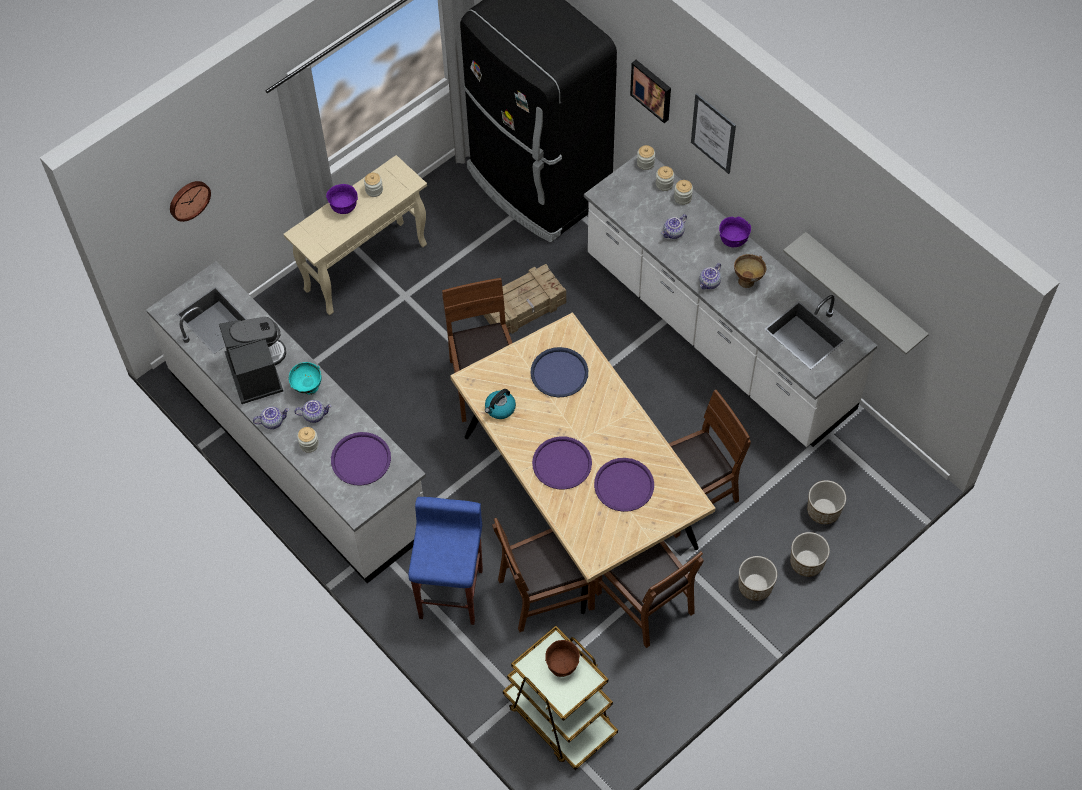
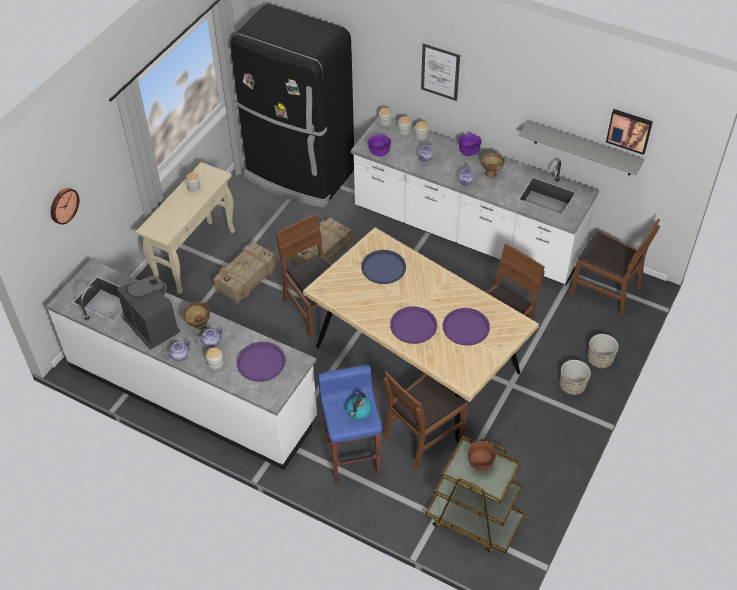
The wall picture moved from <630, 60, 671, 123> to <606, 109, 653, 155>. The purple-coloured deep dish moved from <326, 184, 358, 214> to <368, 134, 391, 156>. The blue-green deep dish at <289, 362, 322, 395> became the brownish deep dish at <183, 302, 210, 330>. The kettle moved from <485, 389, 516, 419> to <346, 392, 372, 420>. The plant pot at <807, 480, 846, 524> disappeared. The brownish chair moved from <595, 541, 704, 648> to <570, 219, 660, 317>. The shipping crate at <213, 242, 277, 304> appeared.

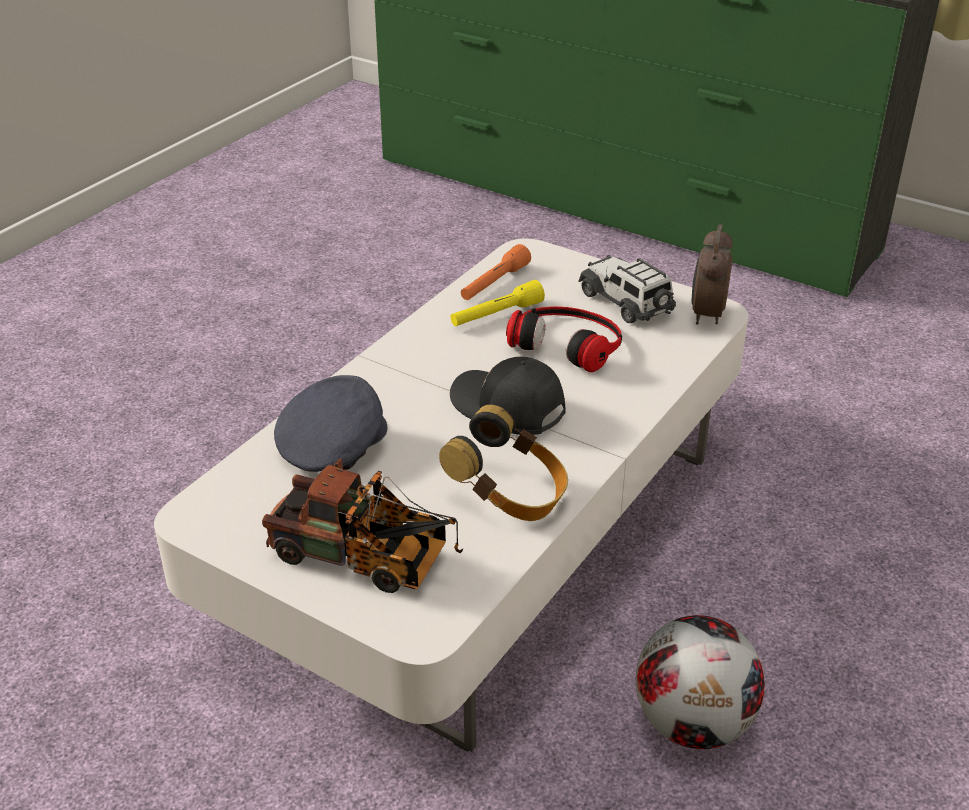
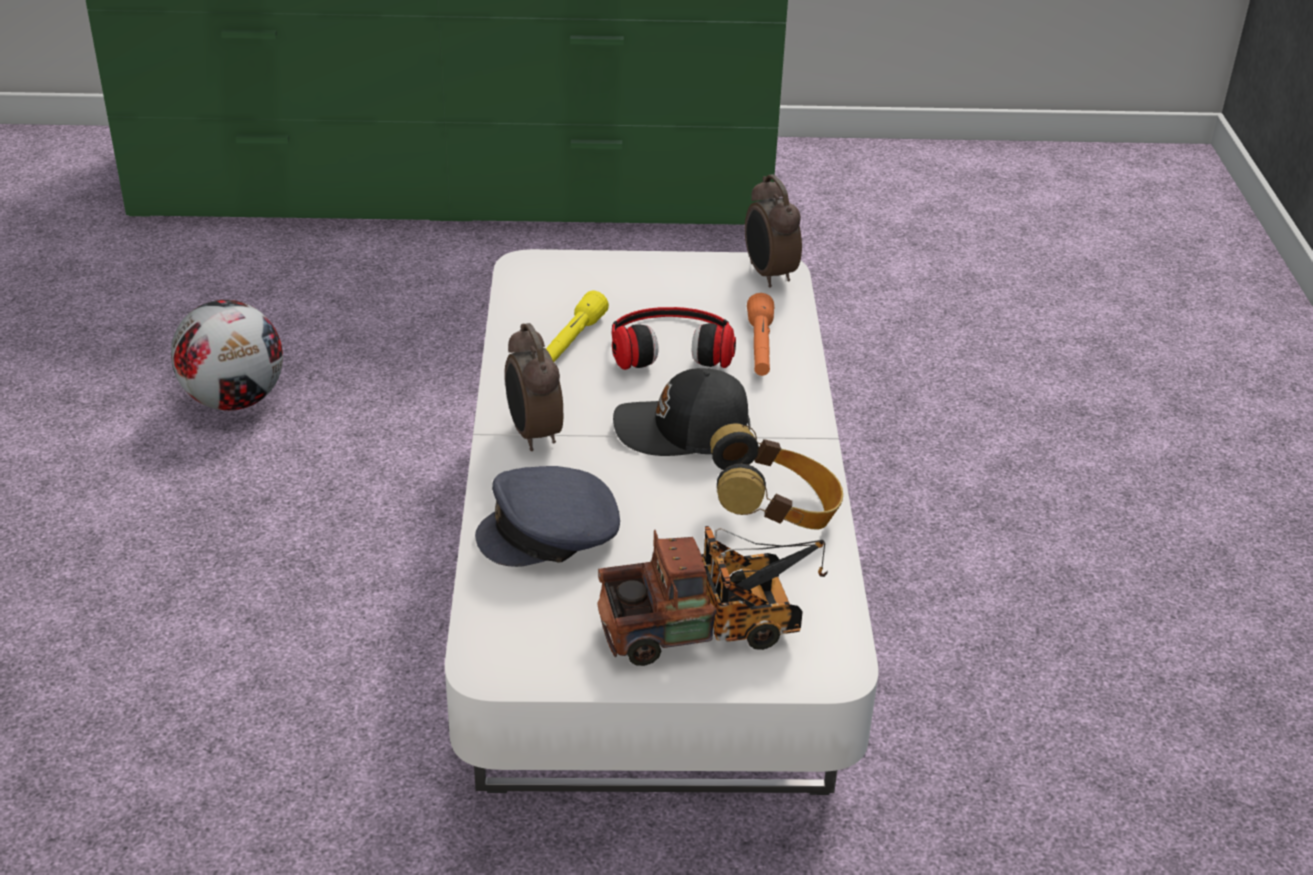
The orange-coloured hand torch moved from <461, 244, 531, 300> to <747, 293, 774, 376>. The model car at <579, 255, 676, 323> disappeared. The grey cap at <274, 375, 387, 472> turned 105 degrees counterclockwise. The ball for football moved from <636, 615, 765, 749> to <171, 300, 283, 411>. The table clock at <505, 323, 563, 451> appeared.

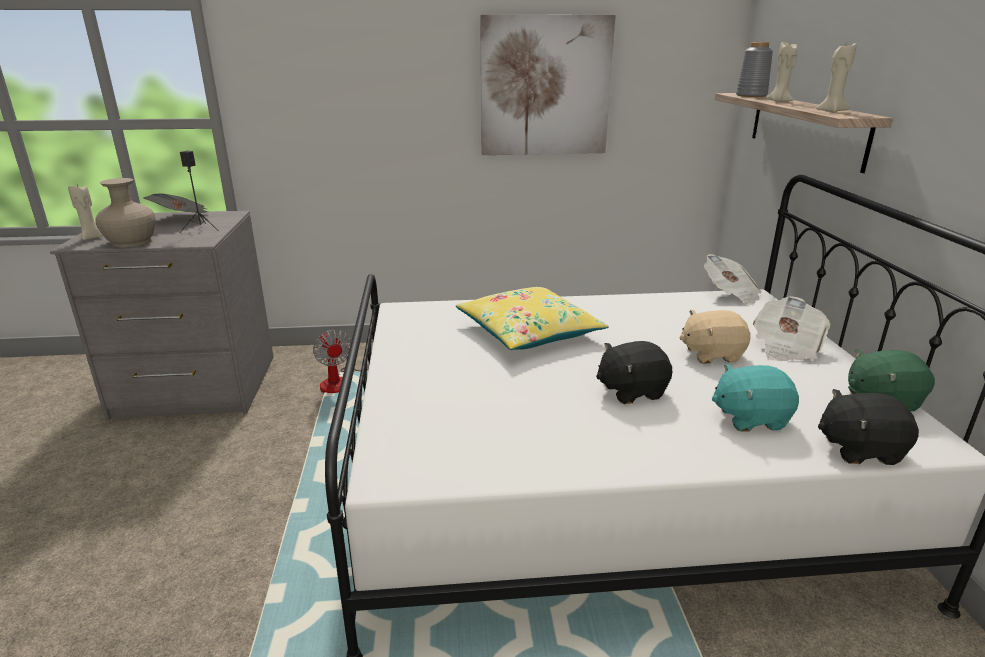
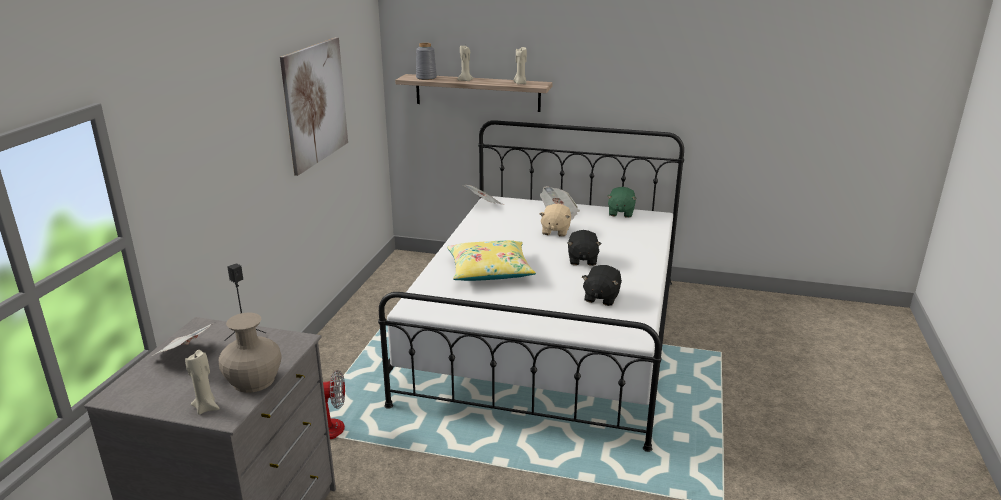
The blue-green soft toy at <712, 364, 799, 431> disappeared. The black soft toy moved from <818, 389, 919, 465> to <582, 265, 622, 306>.

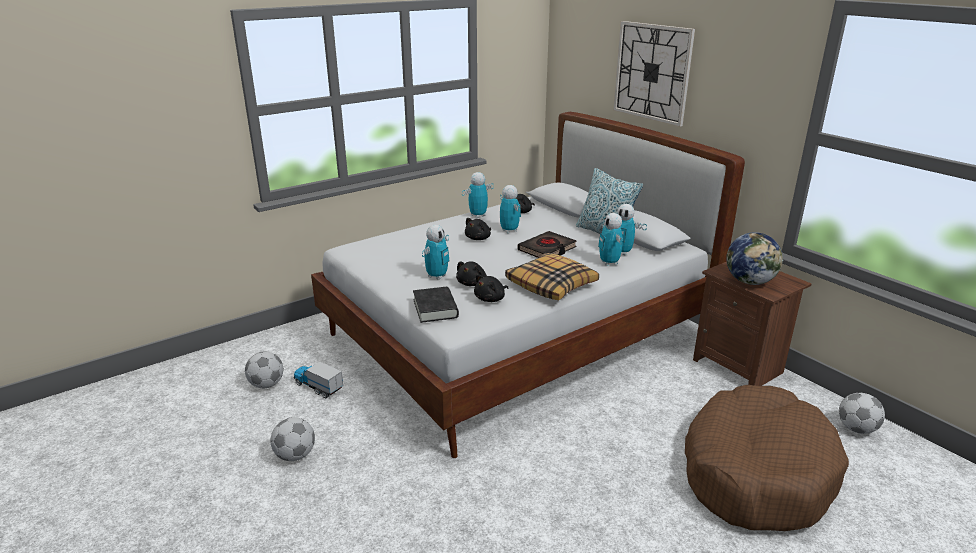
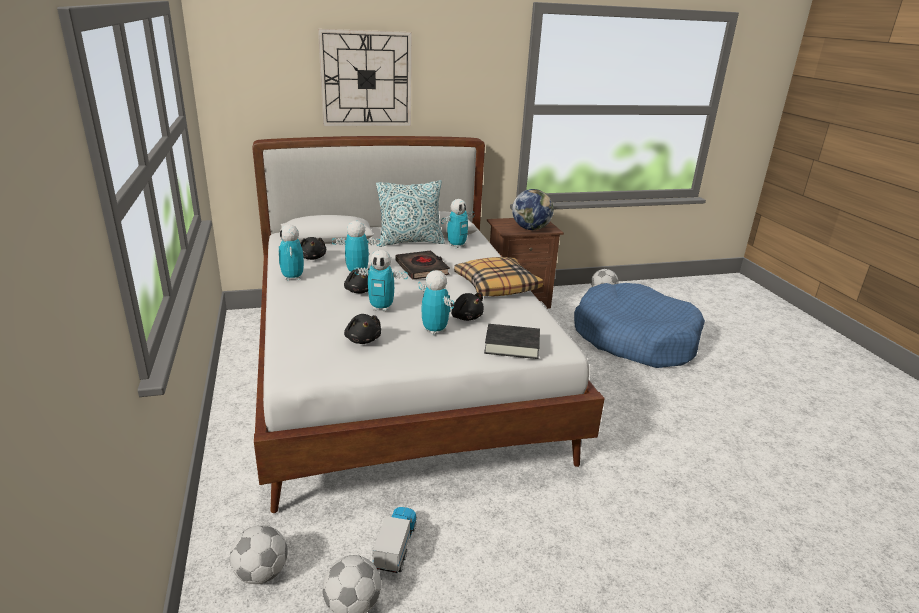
The toy robot moved from <598, 213, 623, 266> to <354, 250, 408, 311>. The black soft toy moved from <474, 274, 509, 302> to <344, 314, 381, 344>. The model truck at <294, 362, 343, 398> turned 135 degrees clockwise. The brownish dog cushion at <685, 385, 849, 531> became the bluish dog cushion at <574, 283, 705, 368>. The ball for football moved from <270, 417, 315, 461> to <230, 525, 288, 584>.

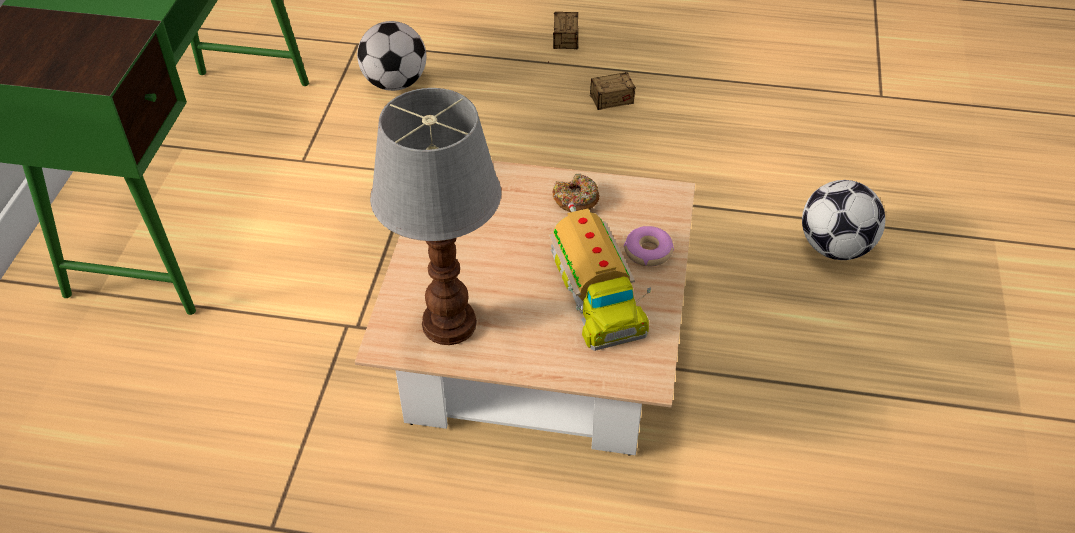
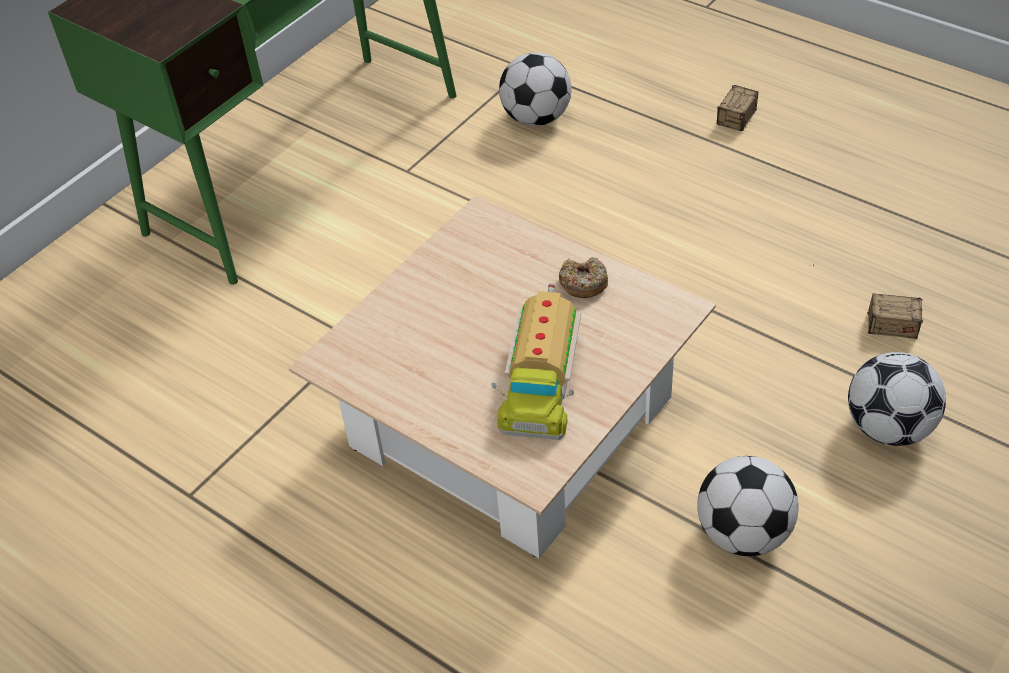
The storage container moved from <548, 61, 636, 110> to <813, 264, 923, 339>. The lamp for a table at <370, 88, 501, 345> disappeared. The donut at <624, 226, 674, 266> disappeared. The ball for football at <697, 456, 799, 556> appeared.

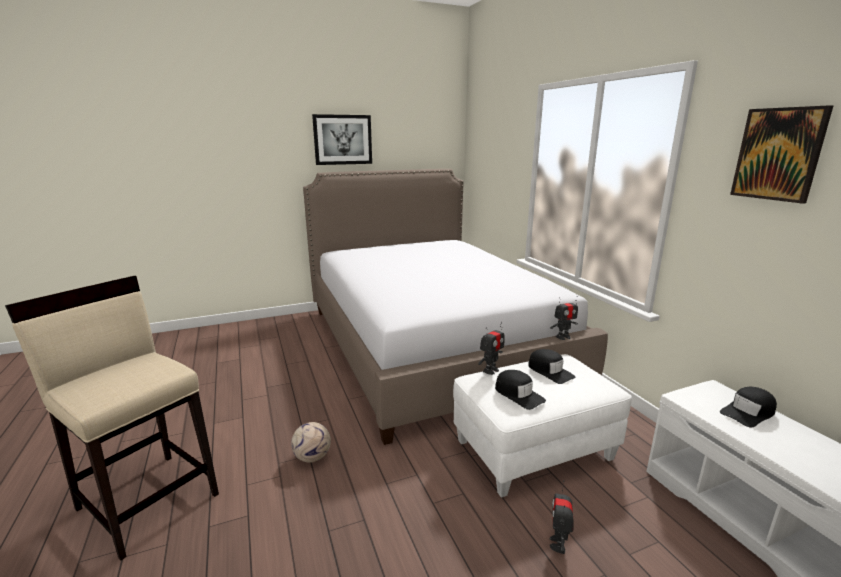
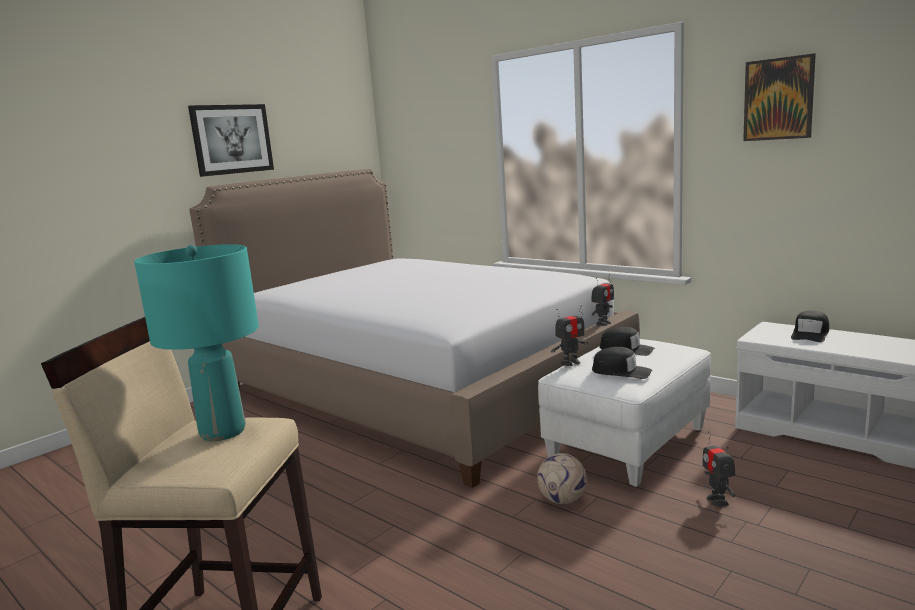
The toy robot at <478, 322, 505, 375> turned 45 degrees clockwise. The ball for football moved from <291, 422, 331, 463> to <537, 453, 587, 504>. The blue-green lamp for a table at <134, 244, 259, 441> appeared.

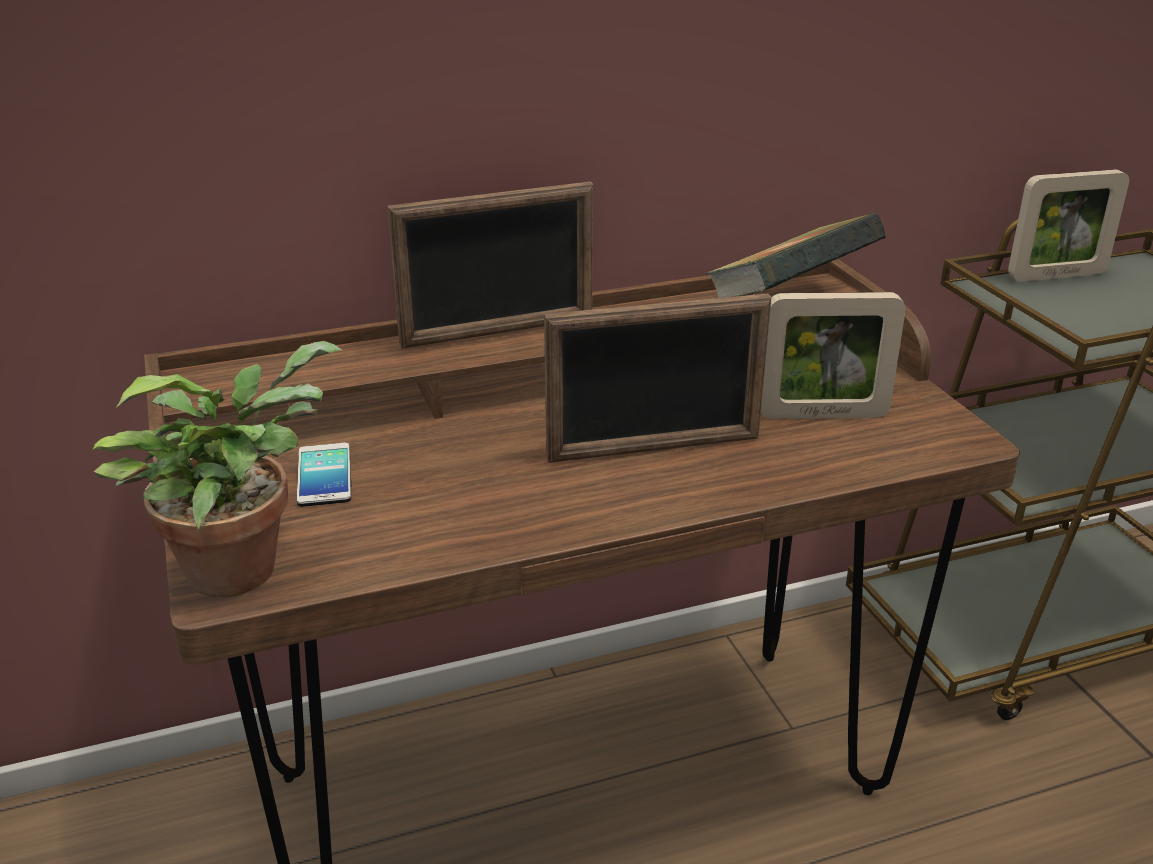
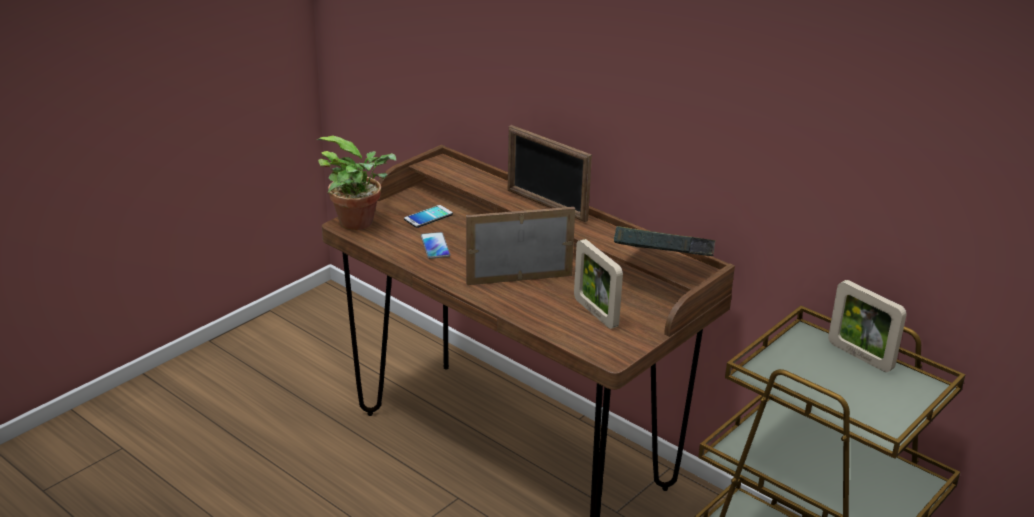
The photo frame at <544, 294, 771, 463> turned 120 degrees clockwise. The telephone at <421, 232, 450, 259> appeared.

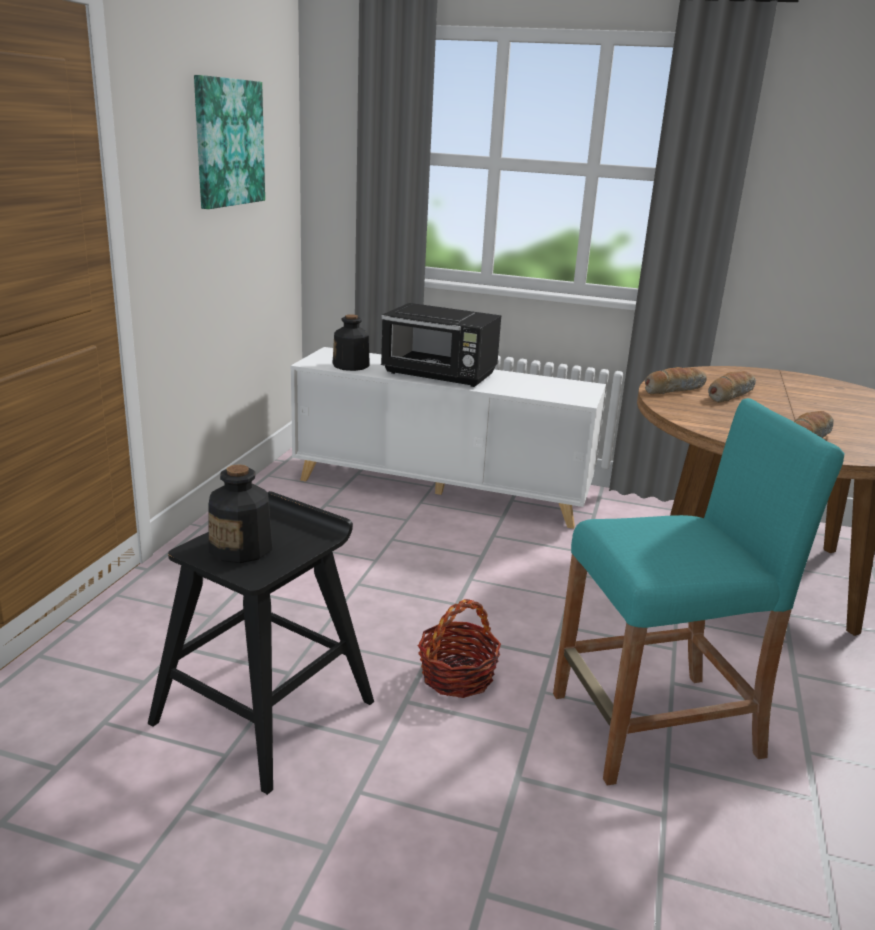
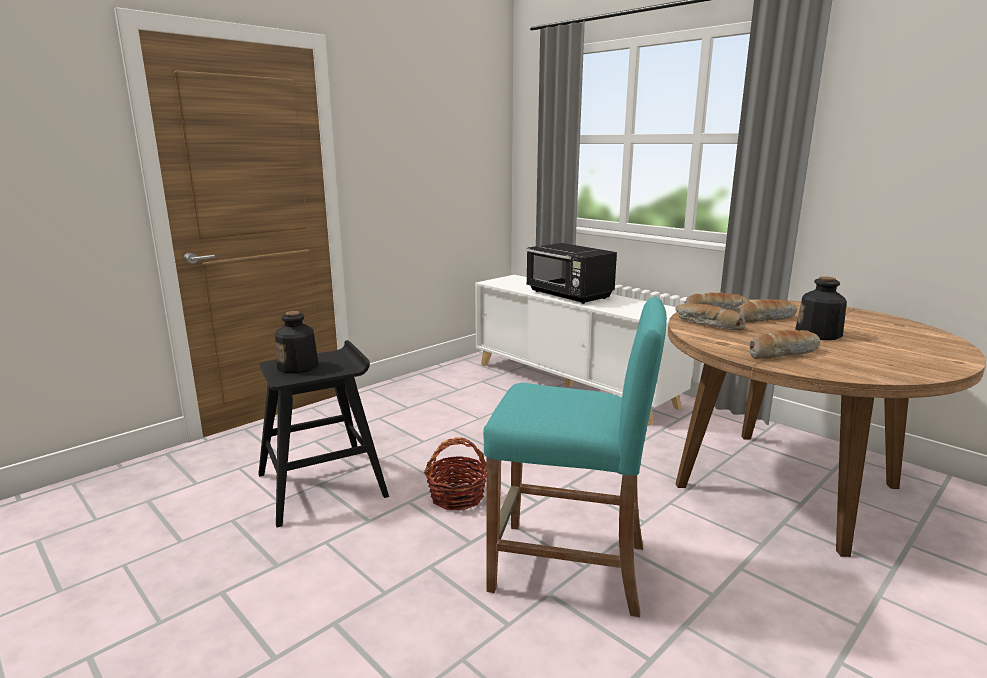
The wall picture at <194, 75, 265, 209> disappeared. The drink bottle moved from <333, 314, 370, 371> to <795, 276, 847, 340>. The bakery bread at <675, 303, 746, 330> appeared.

